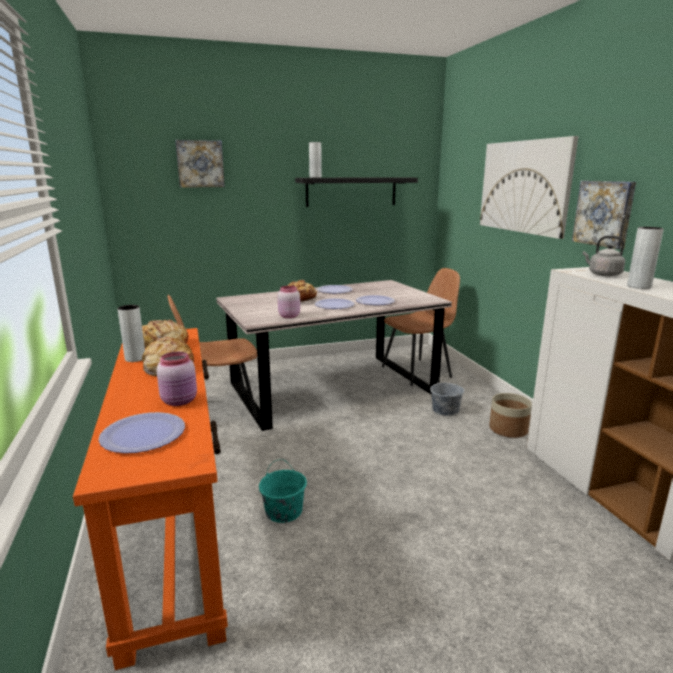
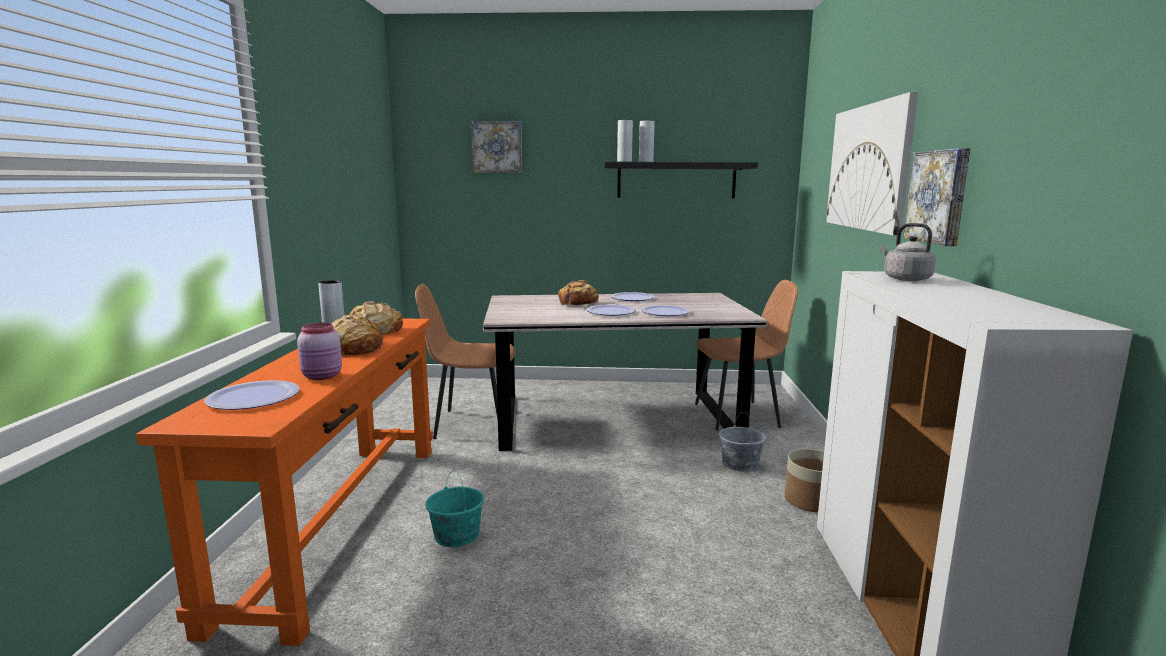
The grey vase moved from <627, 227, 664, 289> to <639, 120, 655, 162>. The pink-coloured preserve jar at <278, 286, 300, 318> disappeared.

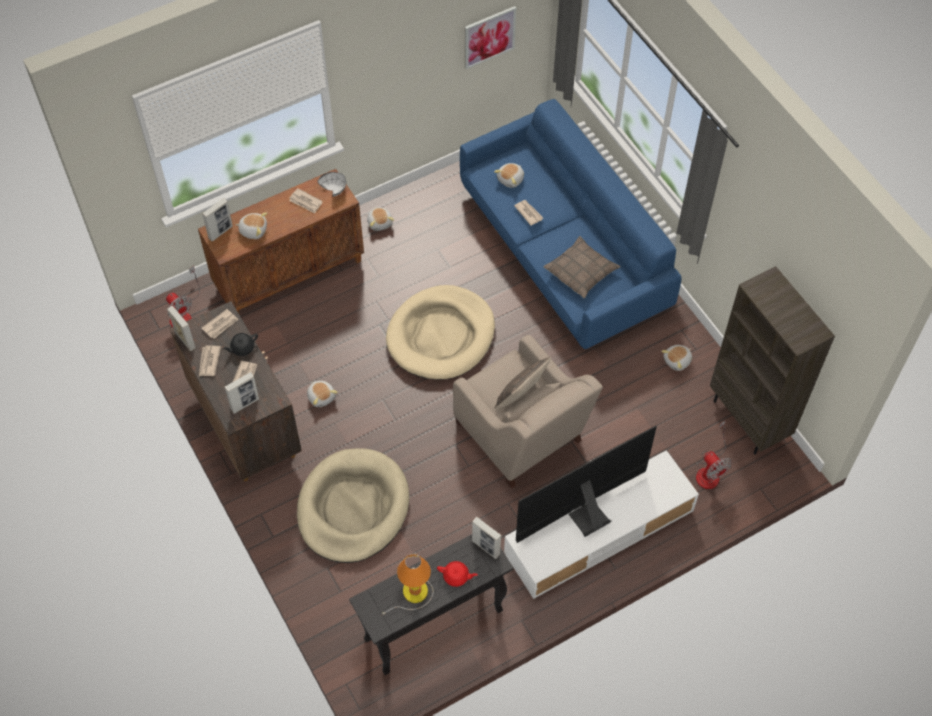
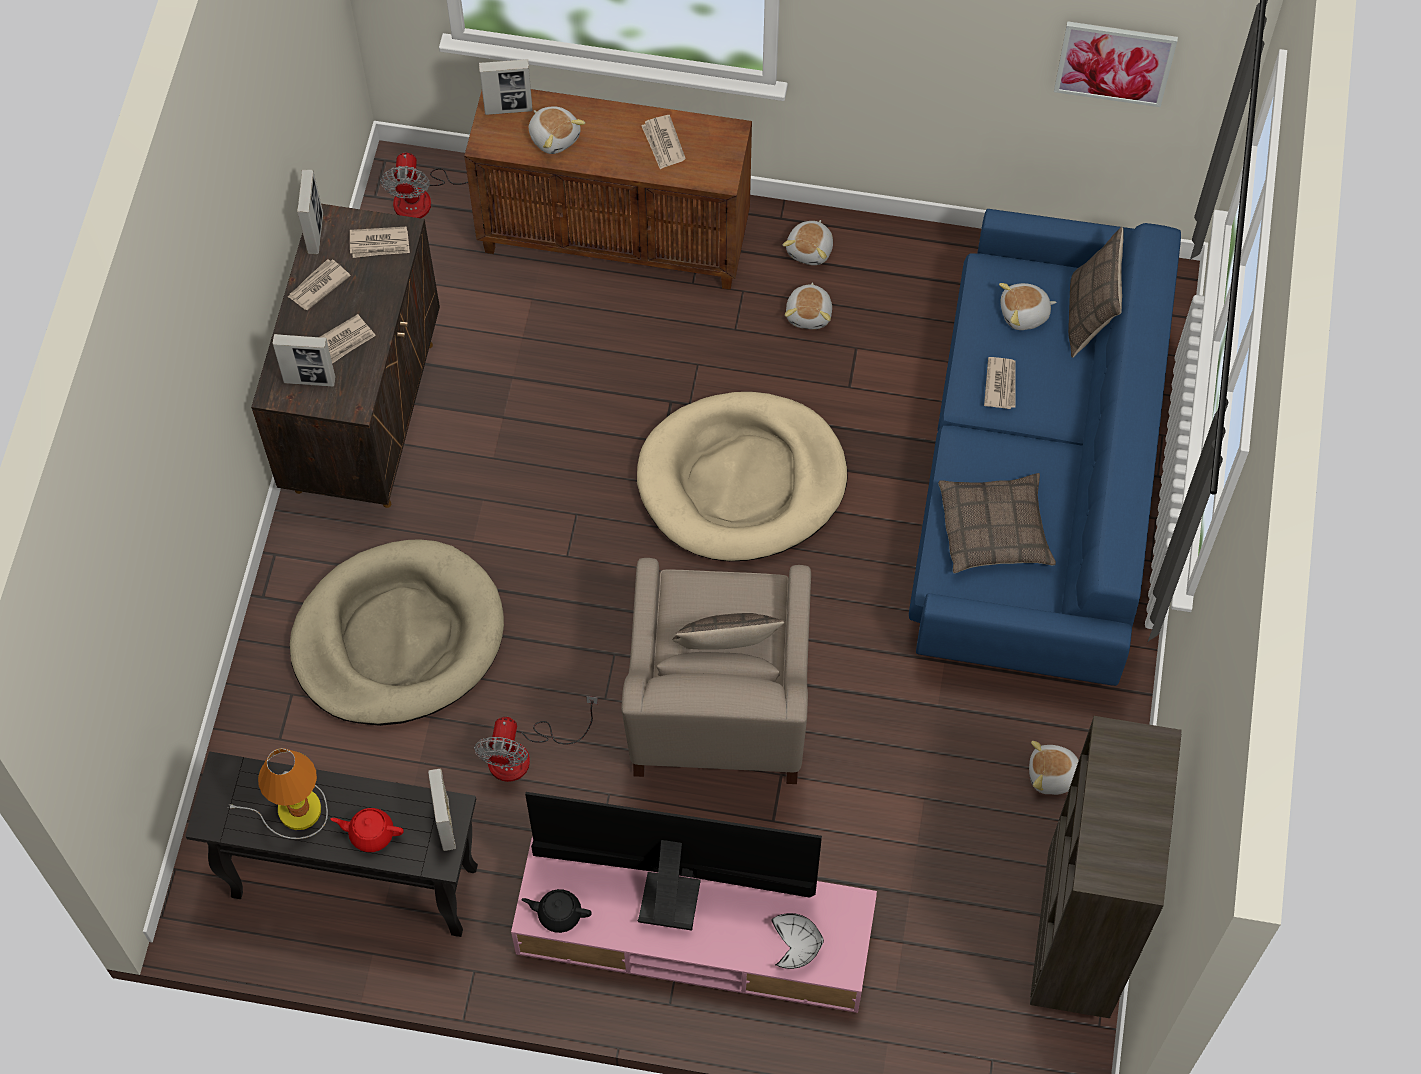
The white-coloured deep dish moved from <317, 172, 346, 197> to <772, 913, 824, 969>. The black tea pot moved from <222, 333, 258, 356> to <521, 889, 592, 933>. The soft toy moved from <307, 381, 338, 407> to <785, 282, 832, 329>. The electric fan moved from <696, 420, 732, 489> to <474, 696, 598, 782>. The white-coloured tv stand at <504, 450, 699, 599> became the pink-coloured tv stand at <511, 836, 877, 1013>. The reddish tea pot at <437, 561, 478, 587> turned 135 degrees clockwise. The pillow at <1068, 227, 1124, 358> appeared.

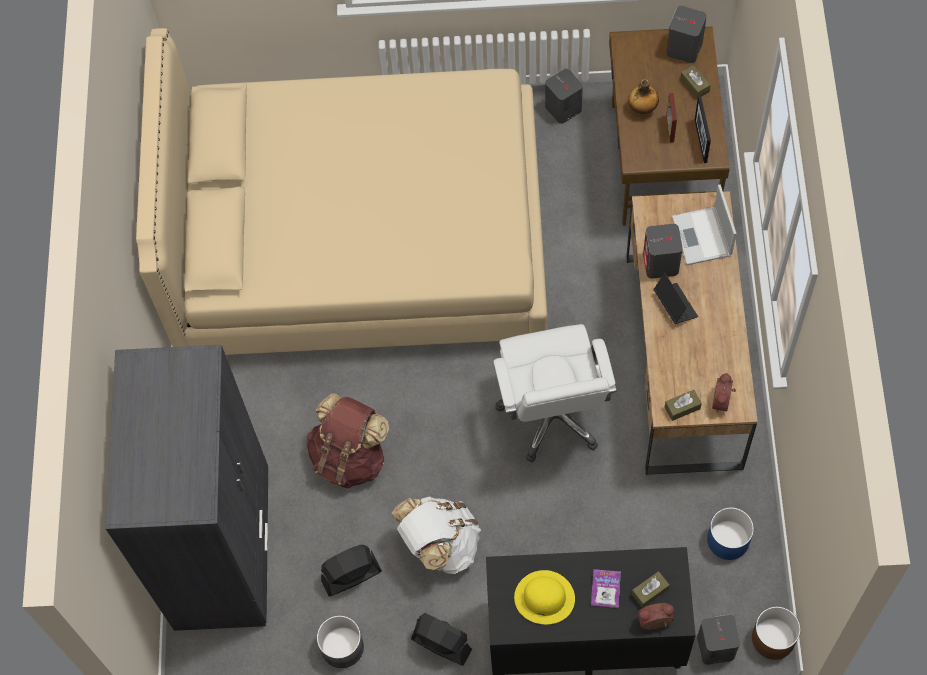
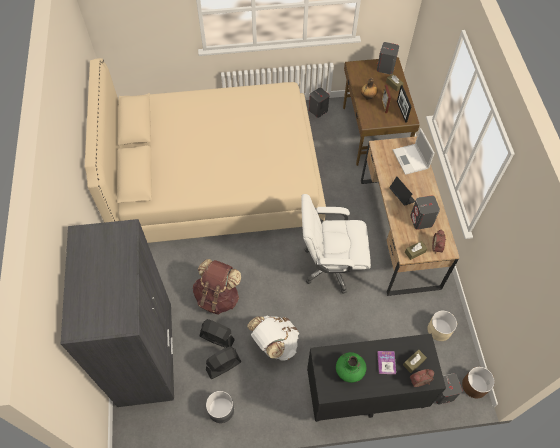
The grey audio speaker moved from <643, 224, 683, 278> to <410, 195, 440, 230>. The white-coloured office chair at <493, 324, 617, 462> turned 105 degrees clockwise. The bluish plant pot at <707, 507, 754, 560> became the beige plant pot at <427, 310, 457, 341>. The yellow-coloured wearable hat at <514, 570, 575, 624> was replaced by the green vase at <336, 352, 366, 383>. The black electric fan moved from <411, 613, 472, 666> to <200, 319, 235, 348>.

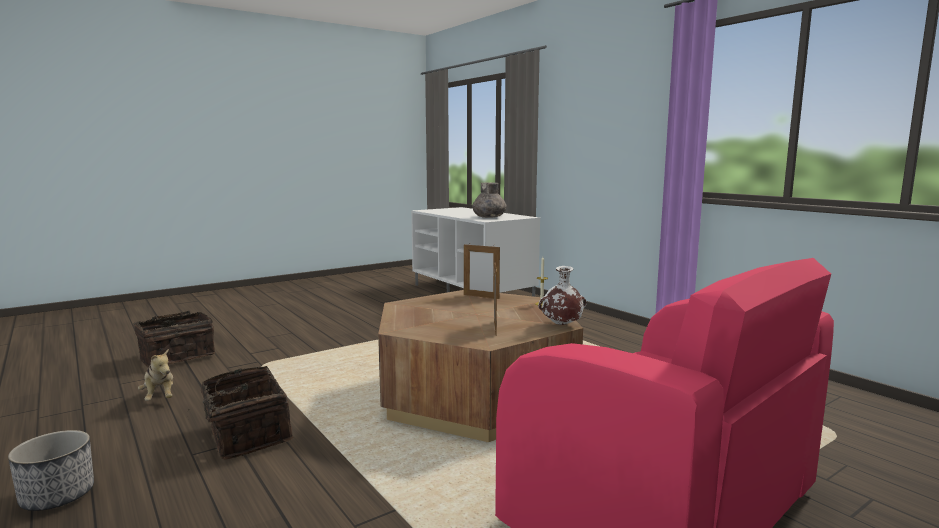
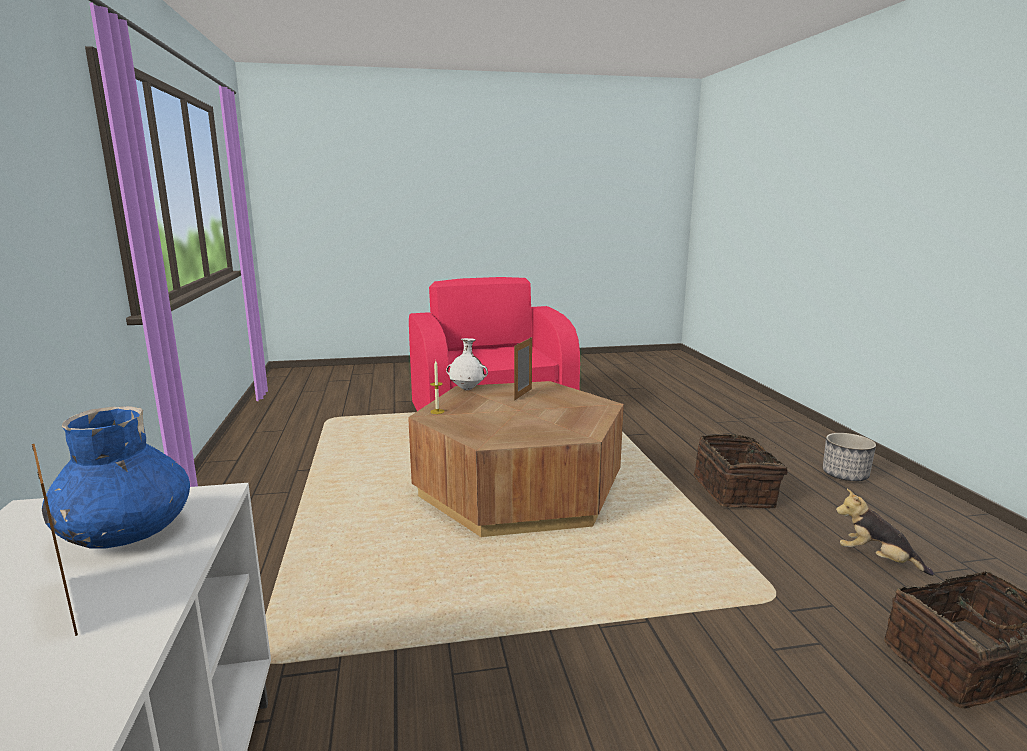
The grey vase at <472, 182, 506, 218> became the bluish vase at <42, 406, 190, 549>. The photo frame moved from <464, 243, 500, 299> to <32, 444, 78, 636>. The soft toy at <138, 349, 173, 401> turned 45 degrees counterclockwise.

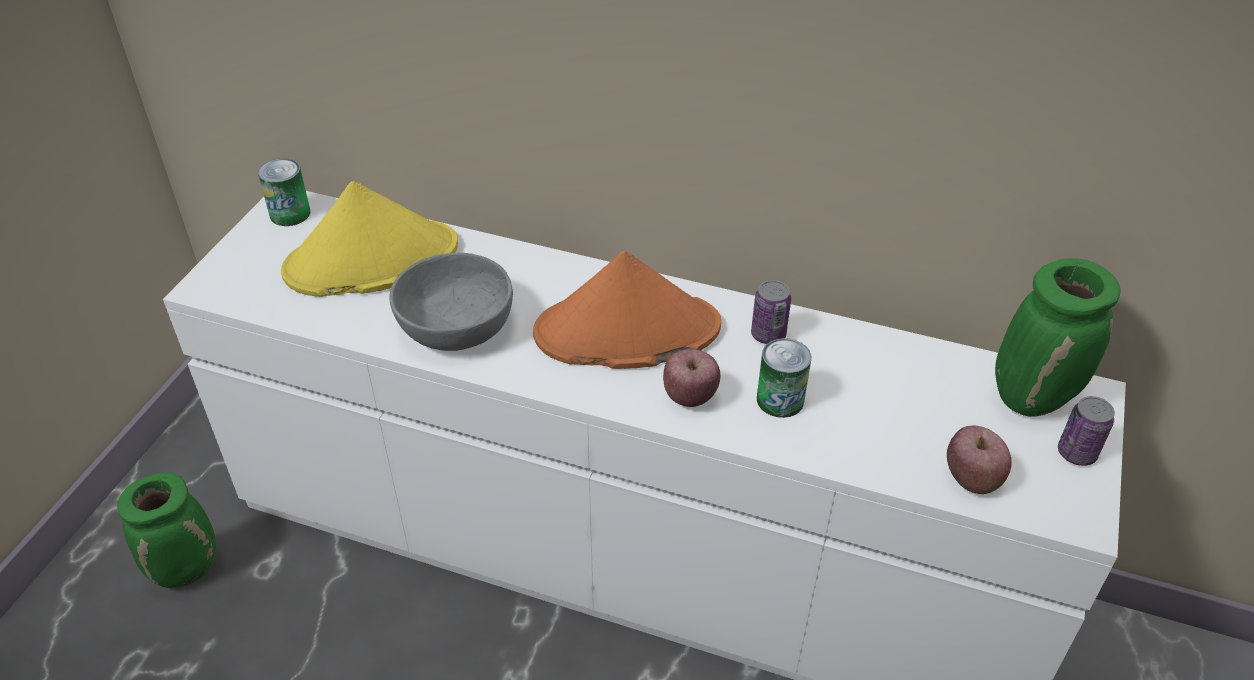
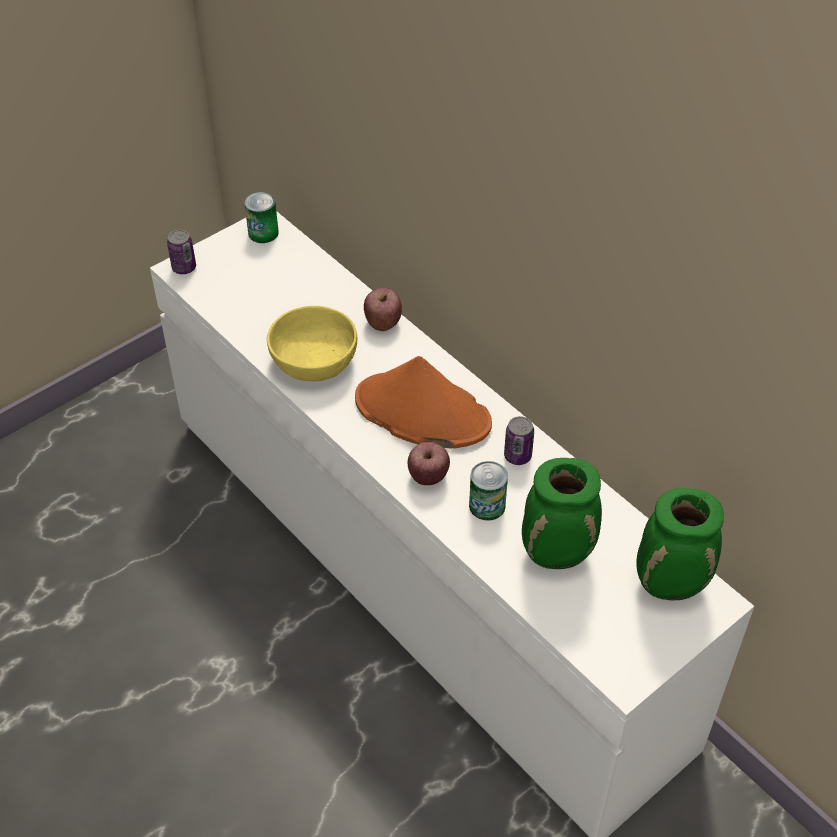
The yellow-coloured wearable hat at <281, 181, 458, 297> disappeared. The grey deep dish at <389, 253, 513, 351> became the yellow-coloured deep dish at <267, 306, 357, 381>. The metal can moved from <1058, 396, 1115, 466> to <167, 230, 196, 274>. The apple fruit moved from <947, 426, 1012, 494> to <364, 287, 402, 331>. The green vase moved from <117, 473, 216, 588> to <522, 458, 602, 569>.

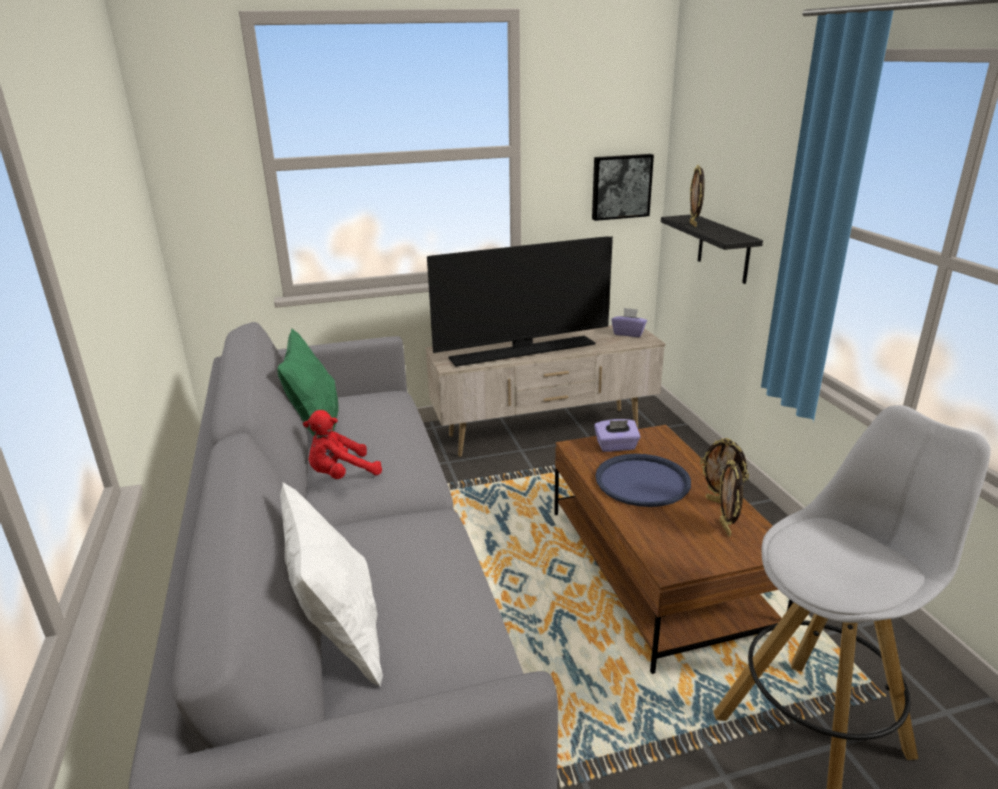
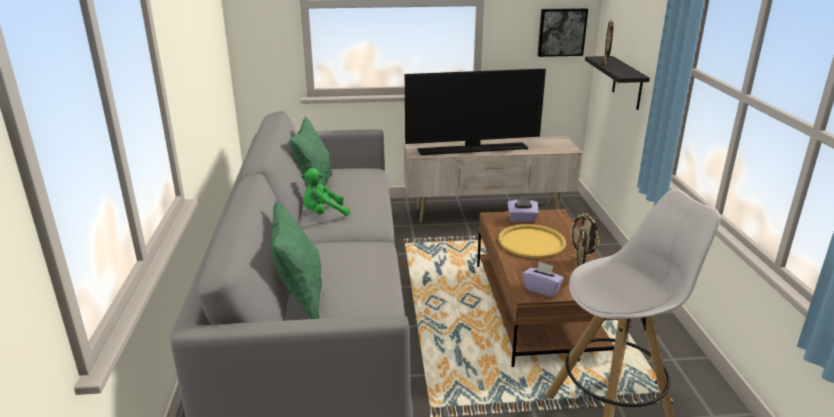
The purple-coloured tissue holder moved from <611, 308, 647, 337> to <523, 262, 564, 297>. The reddish soft toy at <303, 410, 382, 479> became the green soft toy at <301, 168, 350, 216>. The bluish carrying tray at <595, 454, 691, 507> became the yellow-coloured carrying tray at <498, 224, 566, 258>. The white-coloured pillow at <280, 482, 383, 686> became the green pillow at <271, 200, 322, 319>.

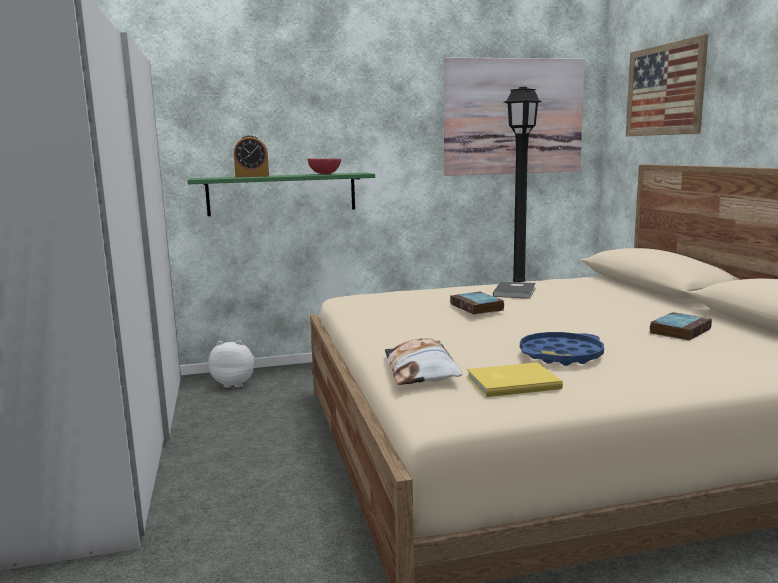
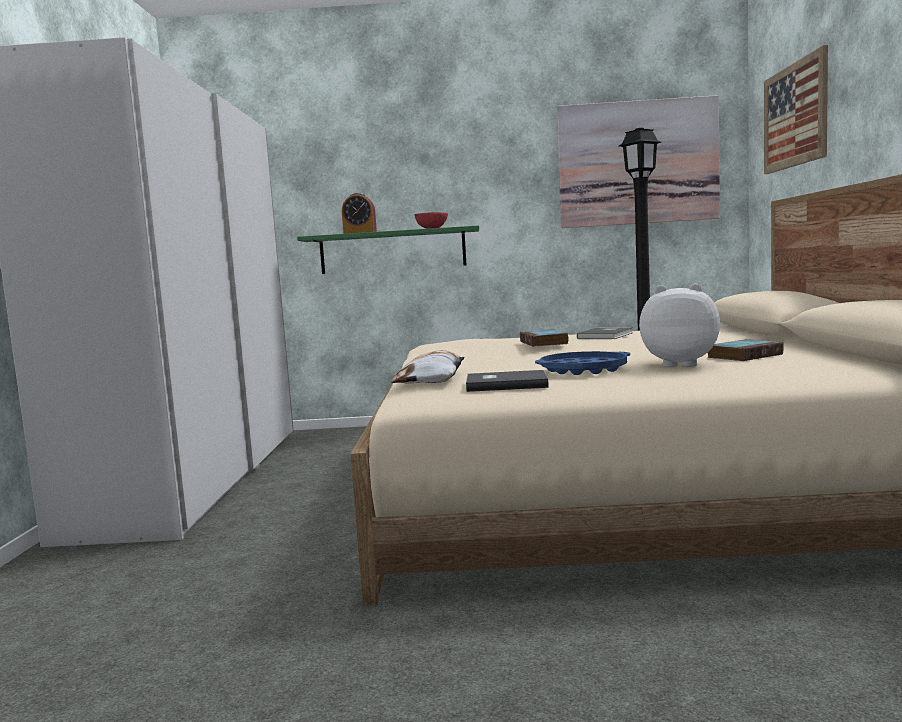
The soft toy moved from <208, 340, 255, 388> to <639, 284, 720, 367>. The yellow-coloured book at <467, 362, 563, 397> became the grey book at <466, 370, 549, 392>.

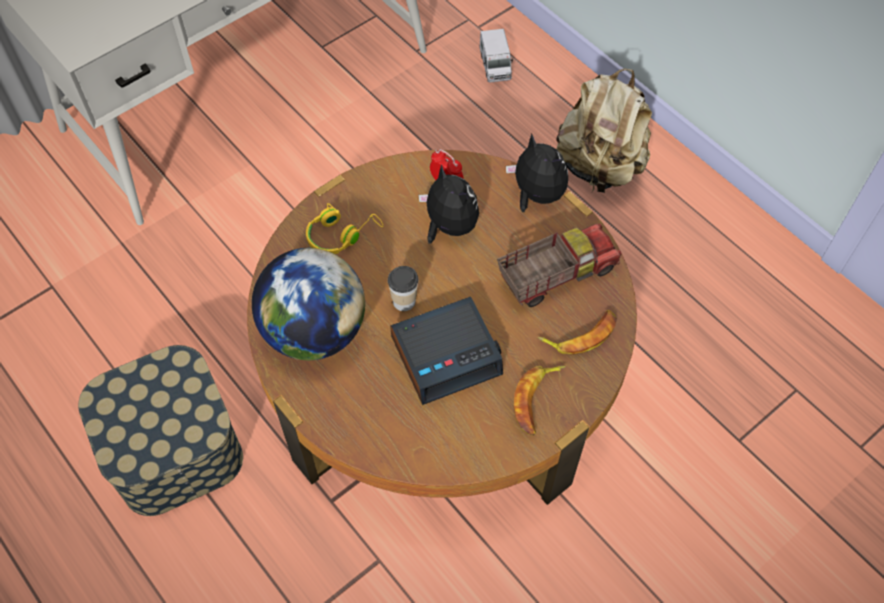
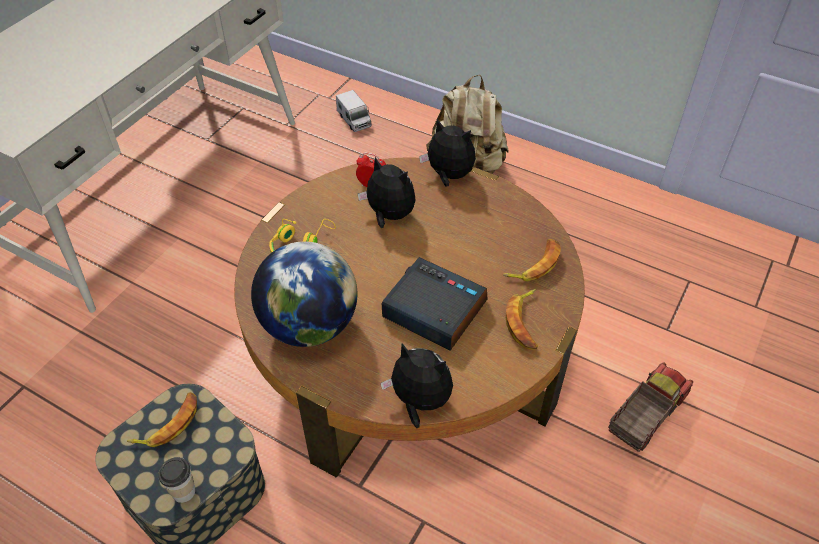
The model truck moved from <497, 224, 622, 307> to <608, 362, 693, 452>. The cup moved from <388, 266, 418, 311> to <158, 457, 196, 503>. The table clock at <390, 297, 503, 405> turned 105 degrees counterclockwise. The soft toy at <381, 343, 453, 428> appeared. The banana fruit at <127, 392, 197, 447> appeared.

